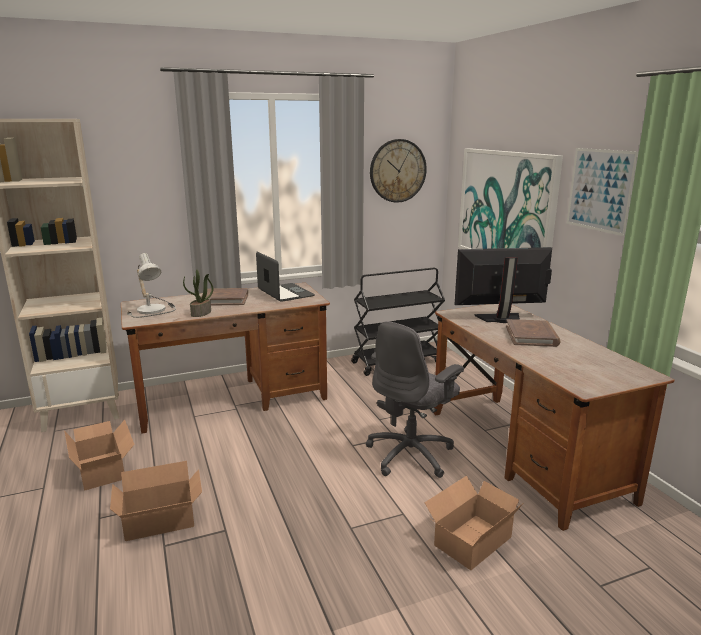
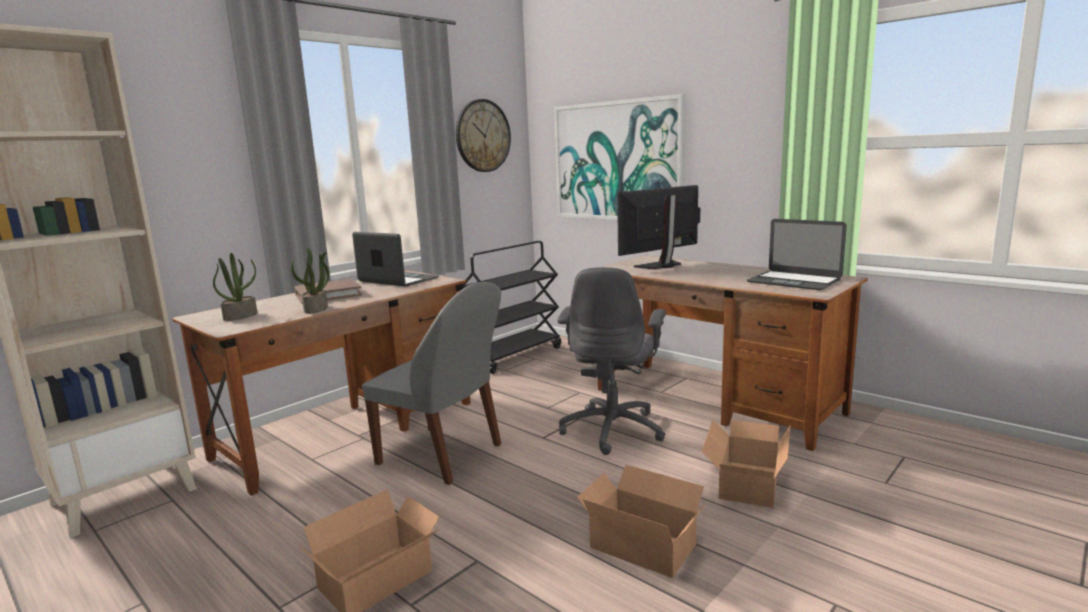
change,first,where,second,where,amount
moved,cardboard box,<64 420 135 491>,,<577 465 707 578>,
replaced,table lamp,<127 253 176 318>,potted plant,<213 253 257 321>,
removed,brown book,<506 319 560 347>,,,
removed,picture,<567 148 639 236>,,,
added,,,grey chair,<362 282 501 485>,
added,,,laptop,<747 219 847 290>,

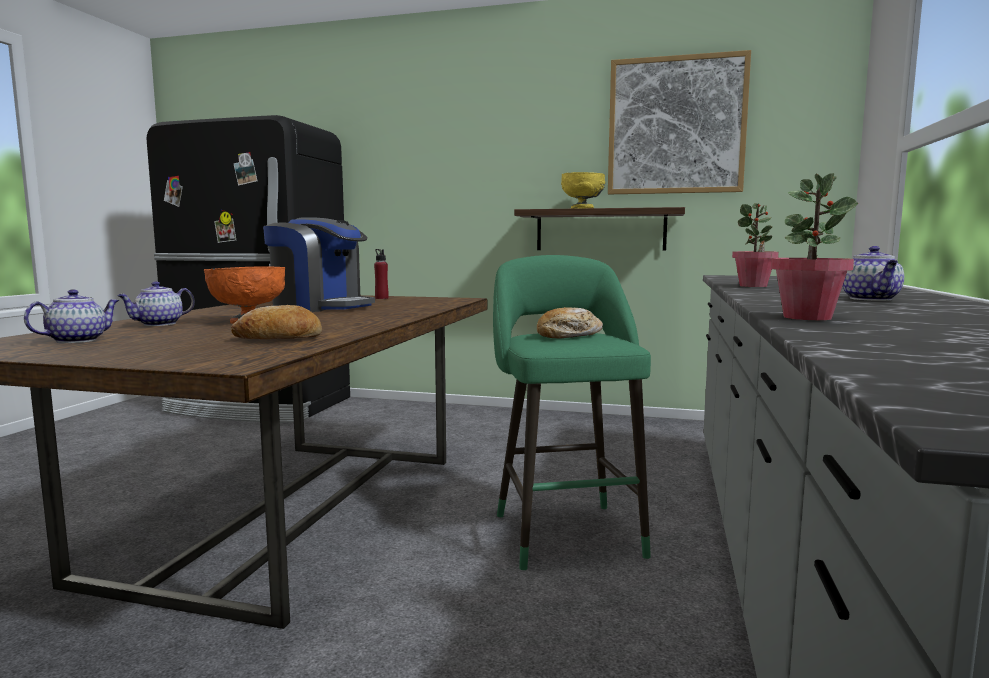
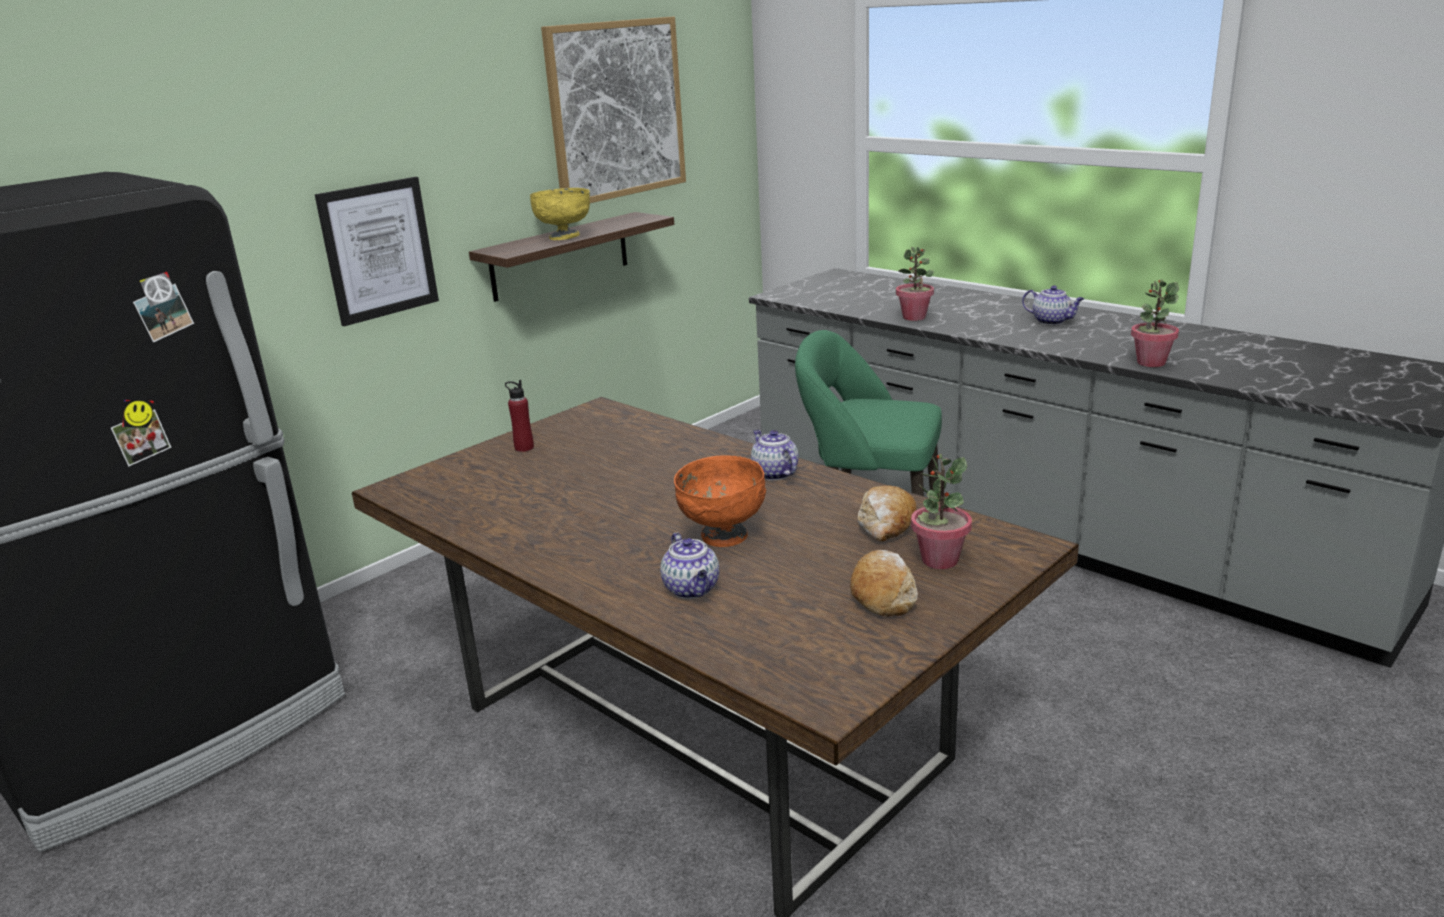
change,first,where,second,where,amount
moved,teapot,<24 289 119 343>,,<751 430 799 480>,
removed,coffee machine,<263 217 375 312>,,,
moved,bread,<537 307 603 339>,,<850 550 918 617>,
added,,,picture,<315 177 439 326>,
added,,,potted plant,<911 454 972 569>,

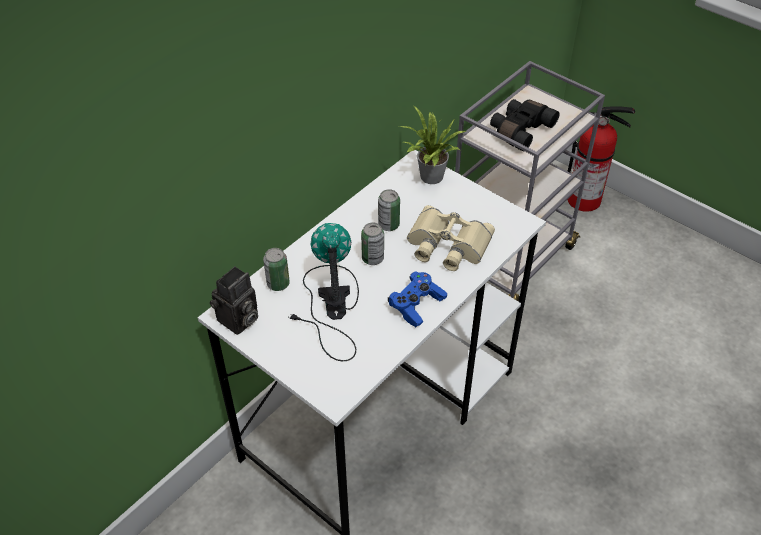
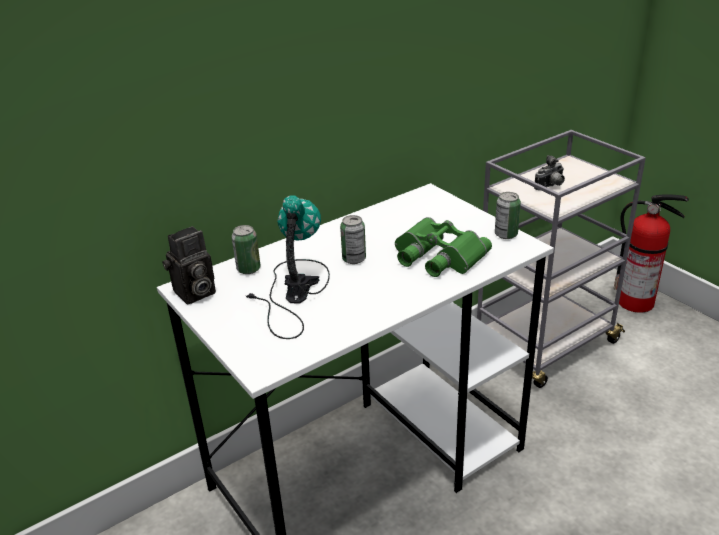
change,first,where,second,where,amount
moved,can,<378 189 400 231>,,<495 192 521 239>,
removed,blue game controller,<388 271 447 327>,,,
removed,potted plant,<401 105 466 184>,,,
recoloured,beige binoculars,<407 205 495 271>,green binoculars,<395 217 492 277>,
replaced,black binoculars,<490 99 560 152>,photo camera,<534 155 565 190>,

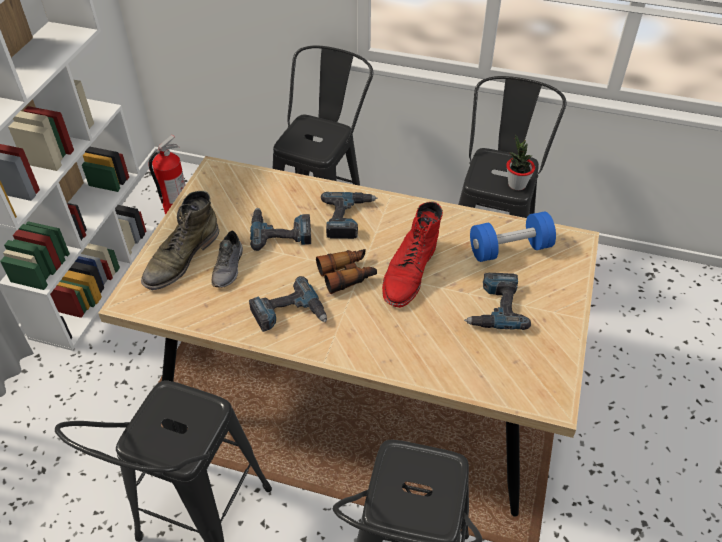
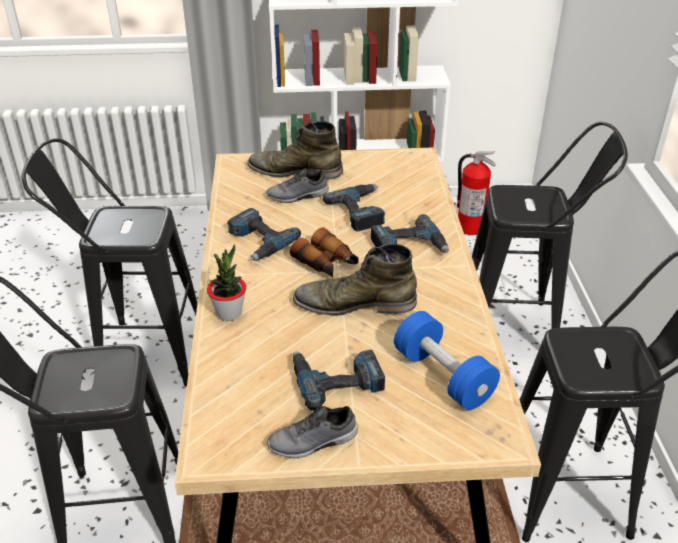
change,first,where,second,where,amount
recoloured,red boot,<382 201 443 308>,green boot,<293 244 417 316>,
moved,potted plant,<506 135 535 190>,,<207 244 246 321>,
added,,,grey shoe,<267 406 358 458>,

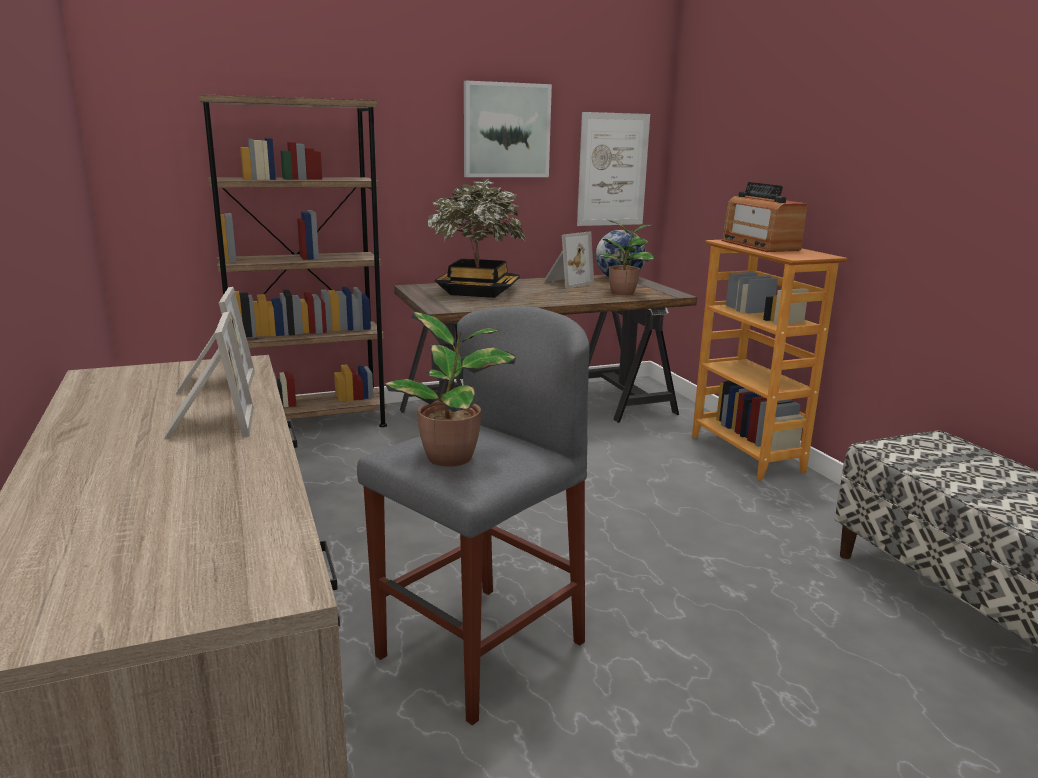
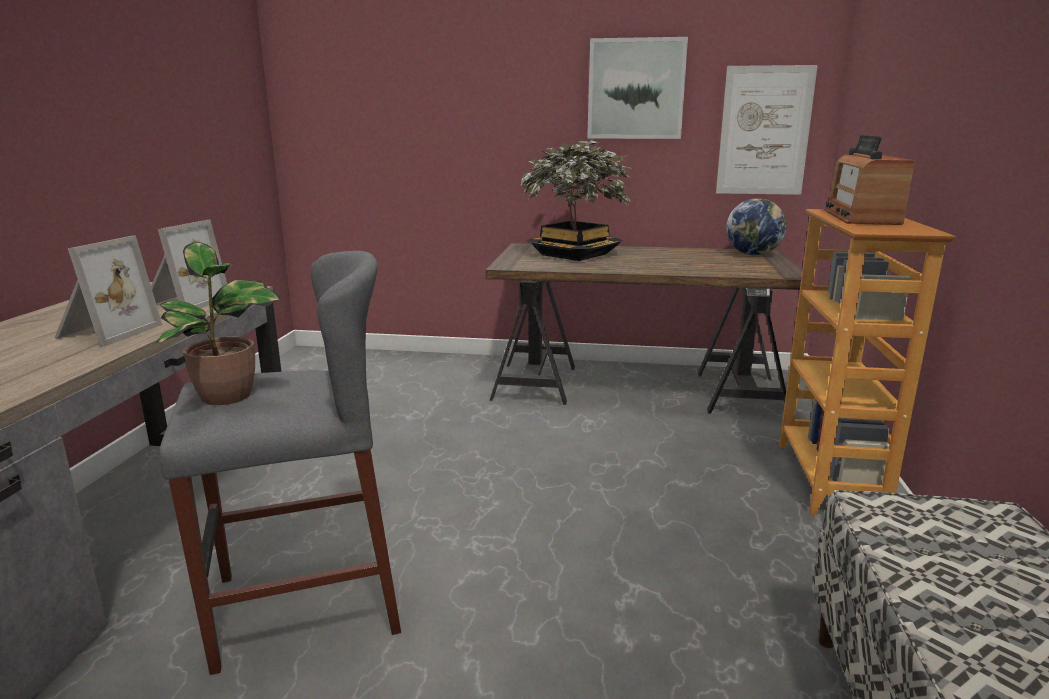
change,first,where,second,where,amount
removed,brown bookcase,<199 94 387 427>,,,
removed,picture frame,<543 231 594 289>,,,
removed,potted plant,<600 220 655 295>,,,

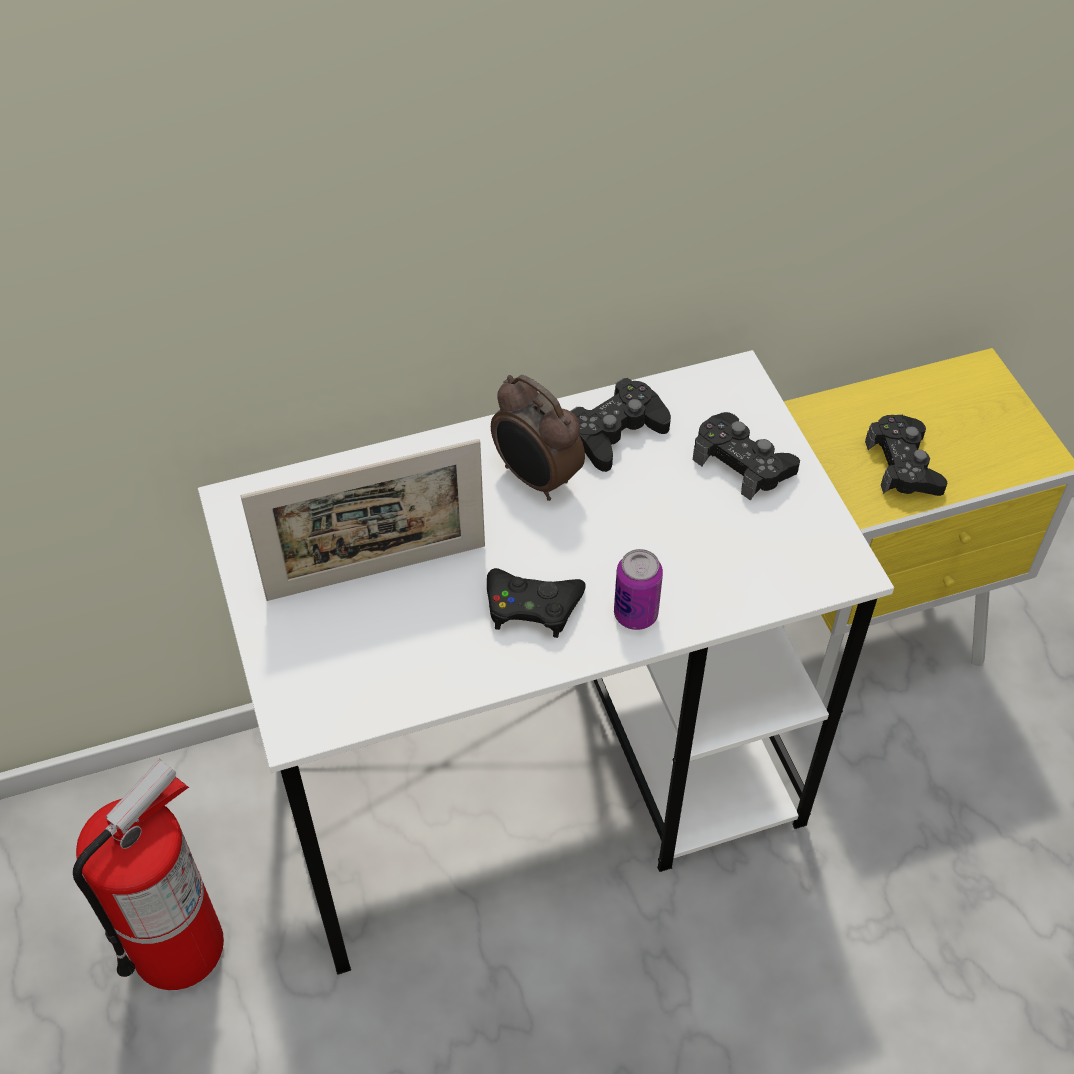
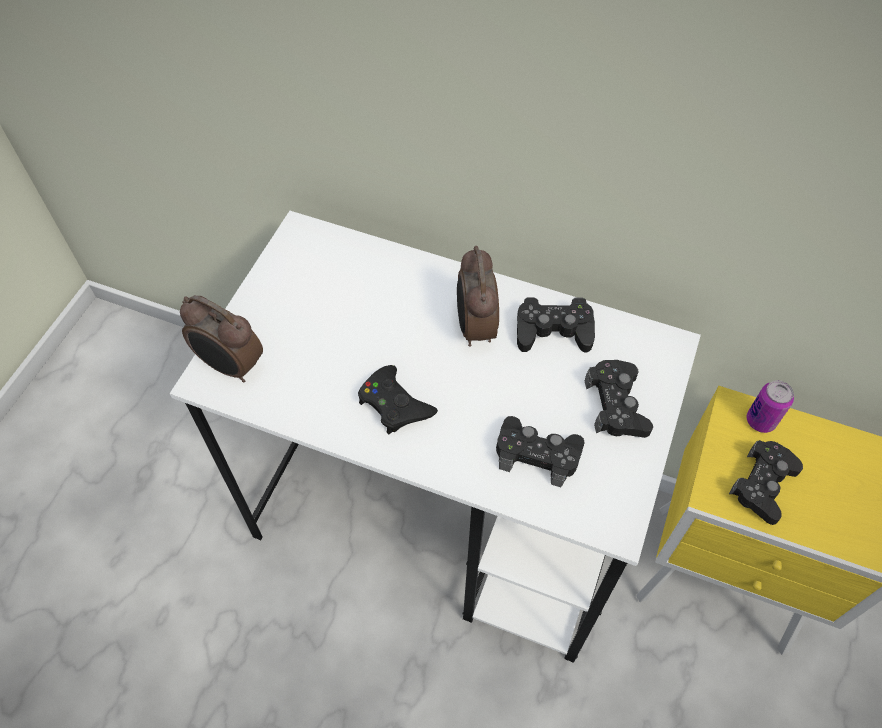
change,first,where,second,where,amount
removed,fire extinguisher,<73 759 224 990>,,,
removed,picture frame,<241 439 485 601>,,,
moved,can,<614 549 663 630>,,<747 380 794 433>,
added,,,alarm clock,<180 295 263 382>,
added,,,black game controller,<496 416 585 487>,

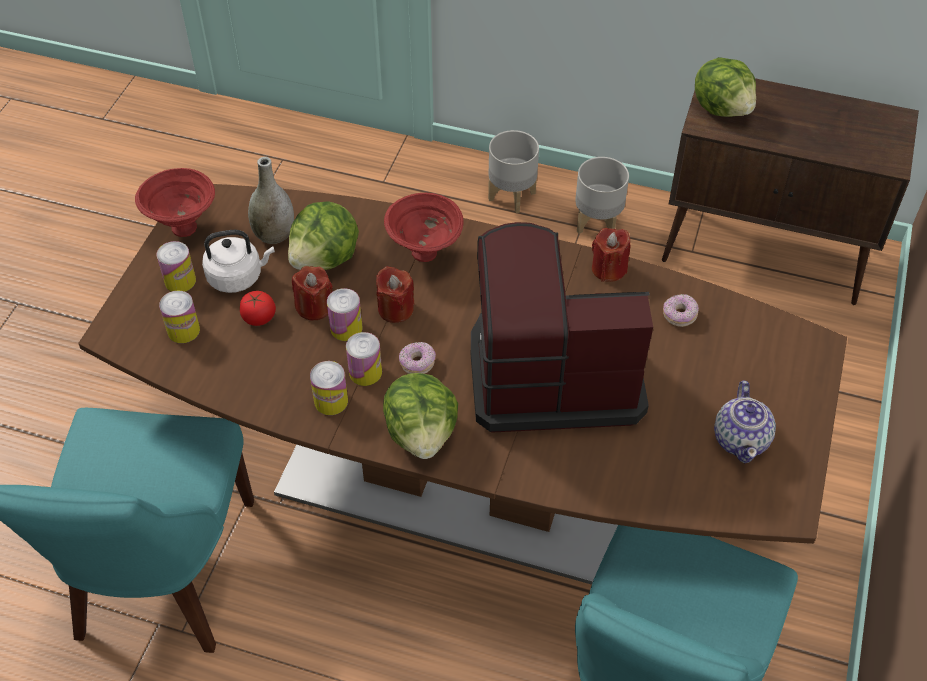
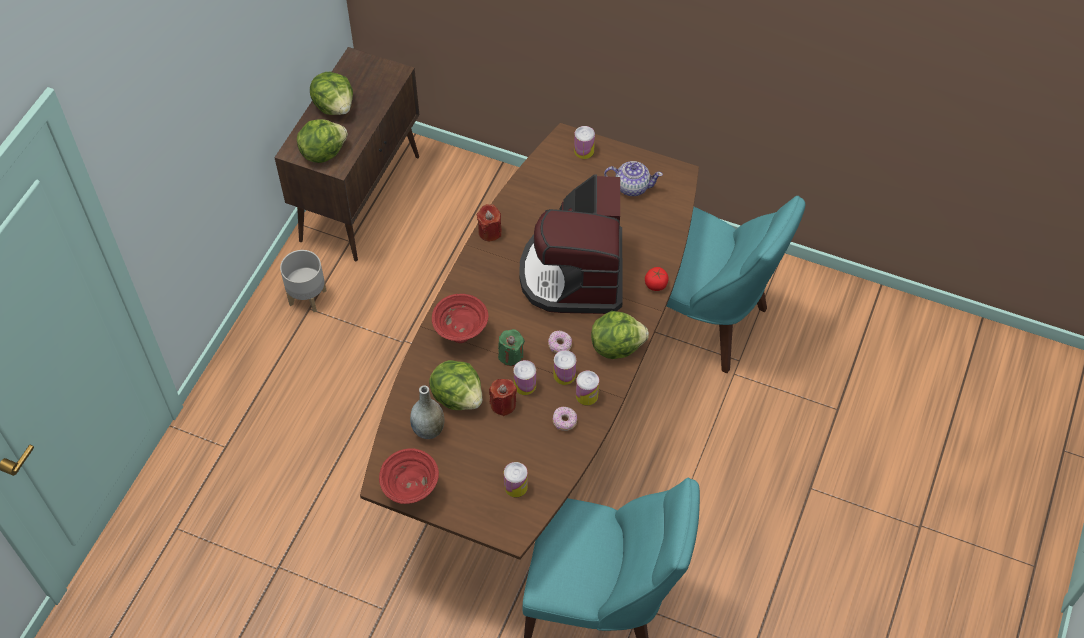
change,first,where,second,where,amount
moved,can,<157 241 196 292>,,<574 126 595 159>,
removed,white kettle,<202 230 275 293>,,,
moved,tomato,<240 291 276 326>,,<645 267 669 291>,
recoloured,red candle,<376 266 414 323>,green candle,<498 329 525 366>,
removed,grey planter,<488 130 539 213>,,,
moved,donut,<663 294 699 327>,,<553 407 577 431>,
added,,,lettuce,<310 72 353 115>,

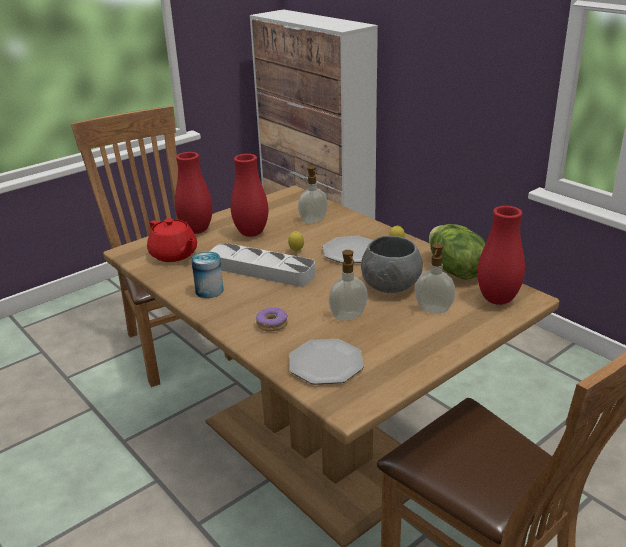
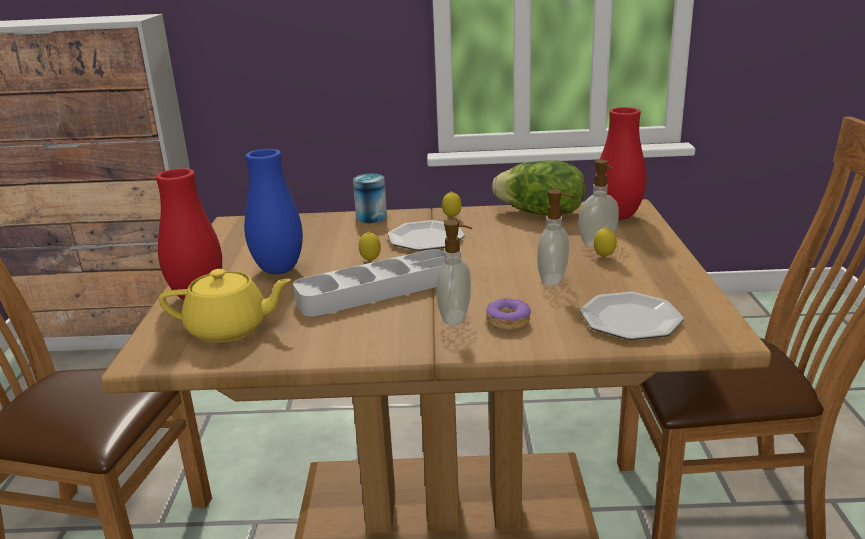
change,first,where,second,where,amount
recoloured,red teapot,<147 218 197 262>,yellow teapot,<159 269 292 342>,
moved,can,<191 252 224 298>,,<353 174 387 224>,
recoloured,red vase,<231 154 268 237>,blue vase,<244 149 303 274>,
moved,soap dispenser,<298 166 328 224>,,<436 220 472 325>,
removed,grey bowl,<361 236 423 293>,,,
added,,,lemon,<594 227 617 258>,

